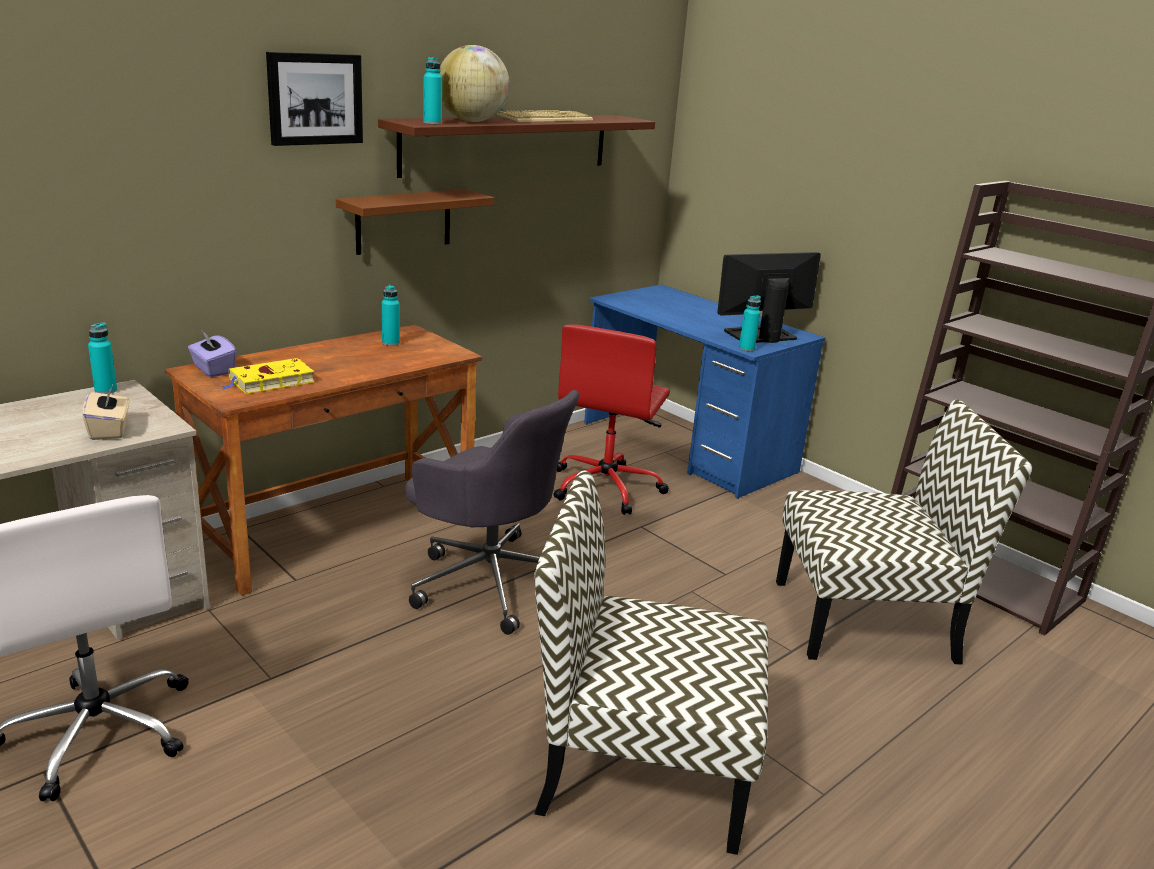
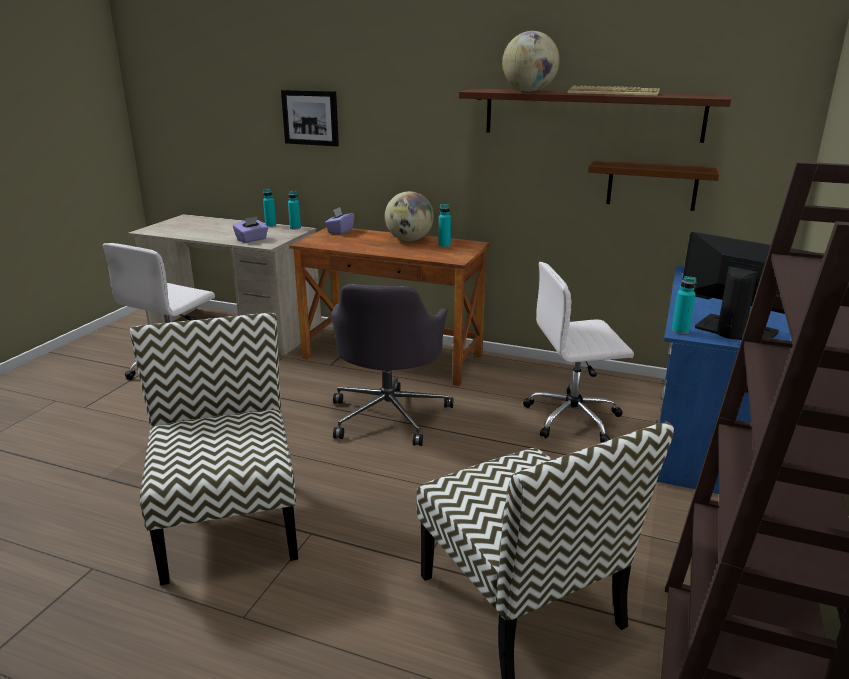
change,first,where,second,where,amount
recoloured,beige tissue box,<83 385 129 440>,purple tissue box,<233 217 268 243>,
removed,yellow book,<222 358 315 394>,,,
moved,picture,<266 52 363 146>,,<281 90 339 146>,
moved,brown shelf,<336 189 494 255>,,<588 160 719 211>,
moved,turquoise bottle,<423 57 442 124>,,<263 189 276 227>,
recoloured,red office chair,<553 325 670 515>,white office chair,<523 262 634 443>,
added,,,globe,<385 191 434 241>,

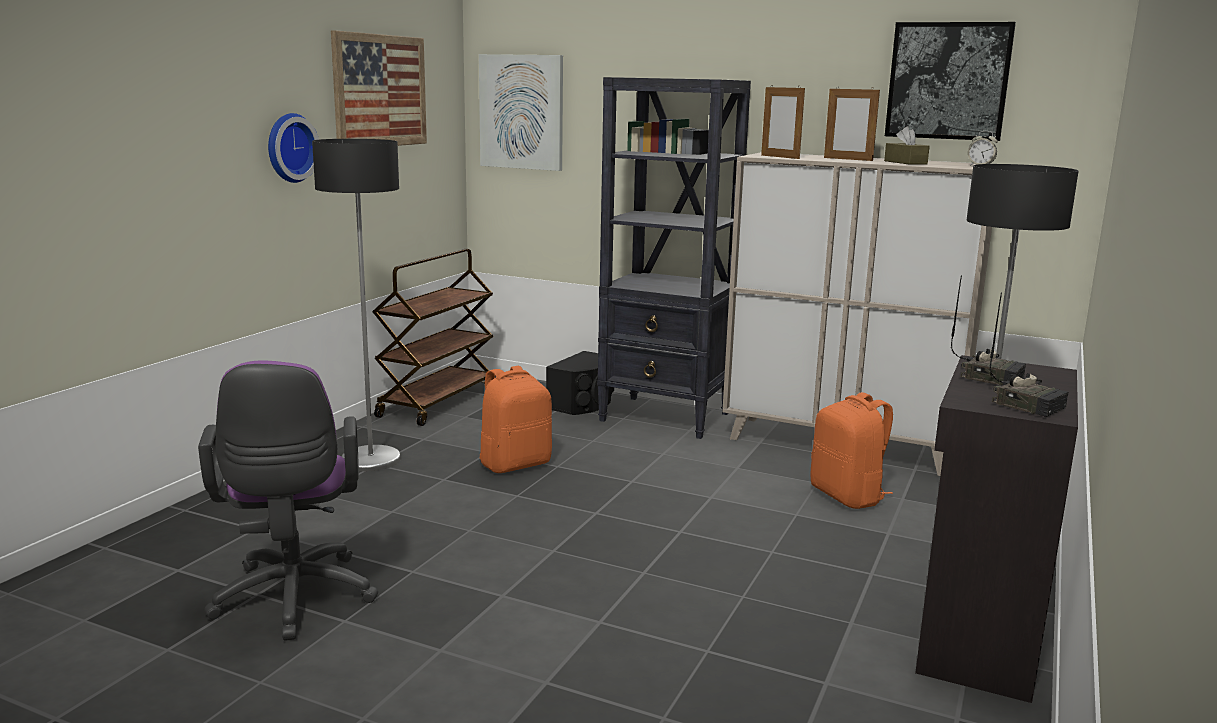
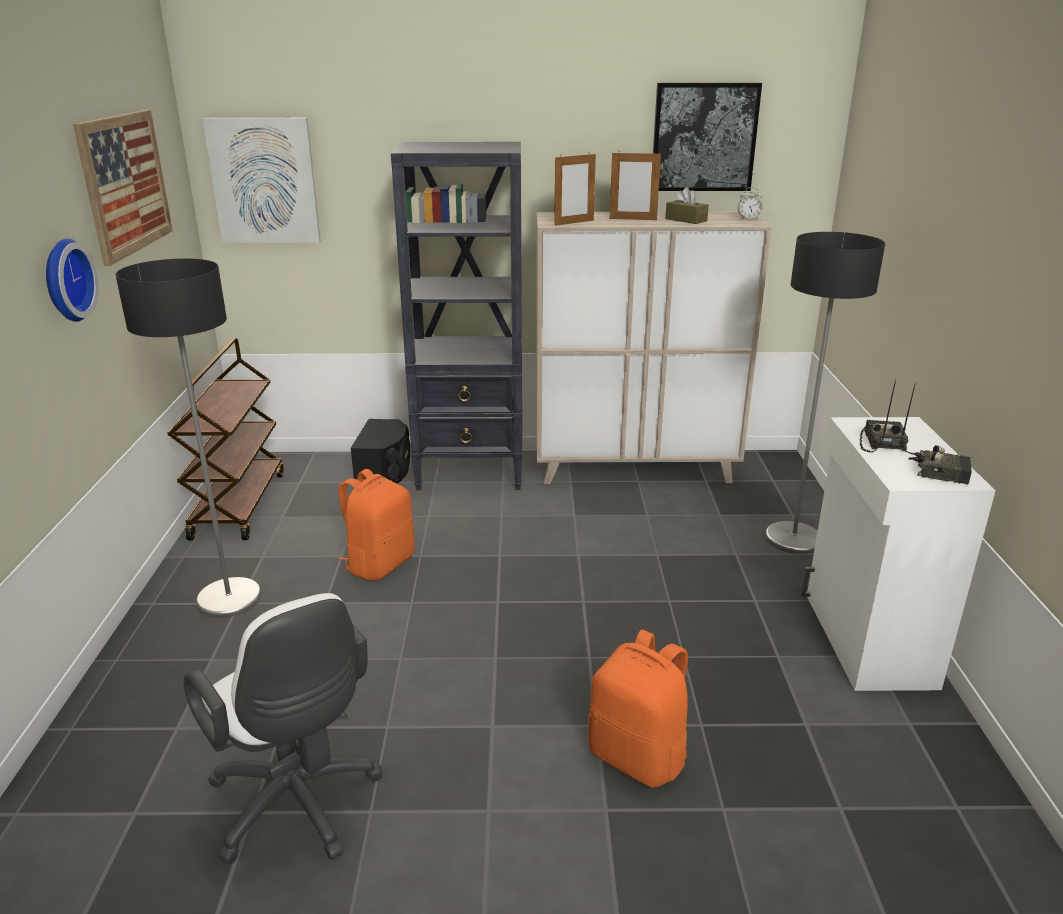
change,first,where,second,where,amount
recoloured,purple office chair,<198 361 378 641>,white office chair,<183 593 383 864>,
turned,picture frame,<761 85 805 159>,,<554 153 596 226>,60 degrees counterclockwise
moved,orange backpack,<811 392 893 509>,,<588 630 688 787>,
recoloured,black cabinet,<915 355 1078 703>,white cabinet,<800 417 996 691>,
turned,radio,<951 276 1026 386>,,<860 379 909 453>,90 degrees counterclockwise

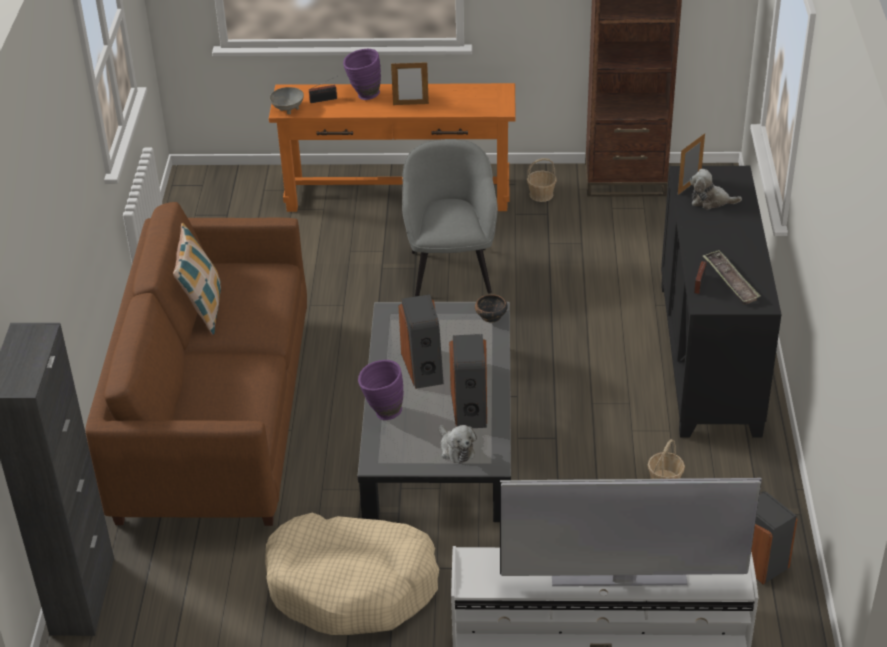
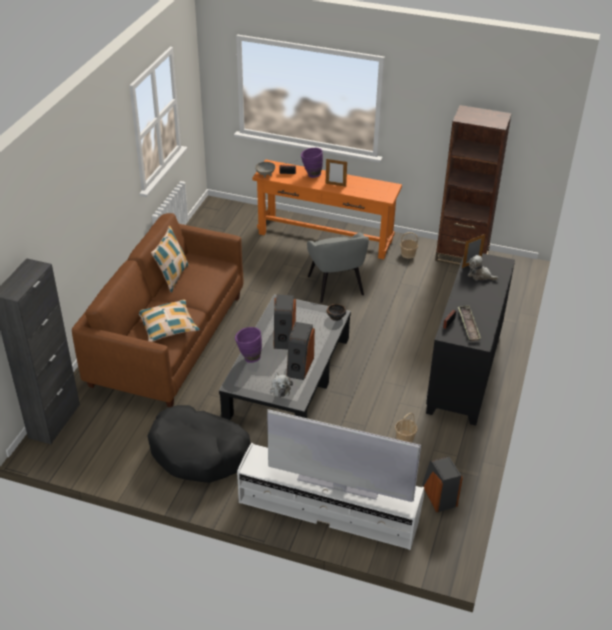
change,first,where,second,where,amount
recoloured,beige dog bed,<265 513 439 635>,black dog bed,<147 405 251 483>,
turned,grey armchair,<402 139 498 297>,,<307 232 369 303>,150 degrees clockwise
added,,,pillow,<139 300 200 342>,

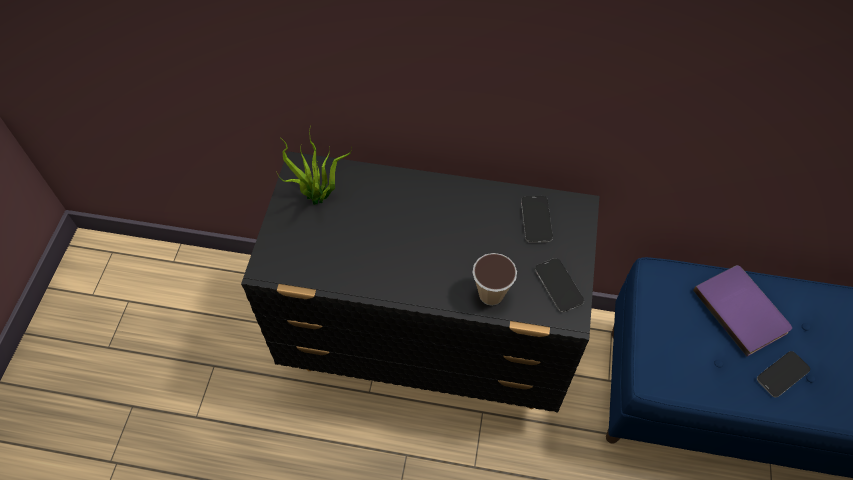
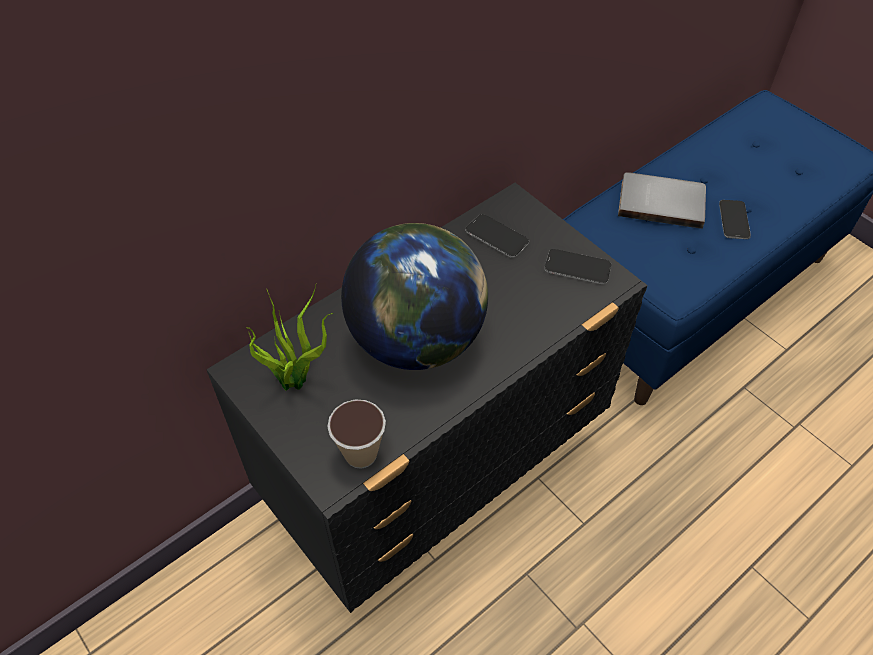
change,first,where,second,where,amount
moved,cup,<472 253 517 306>,,<327 399 386 469>,
recoloured,purple book,<693 265 792 357>,grey book,<618 172 706 229>,
added,,,globe,<341 223 488 370>,

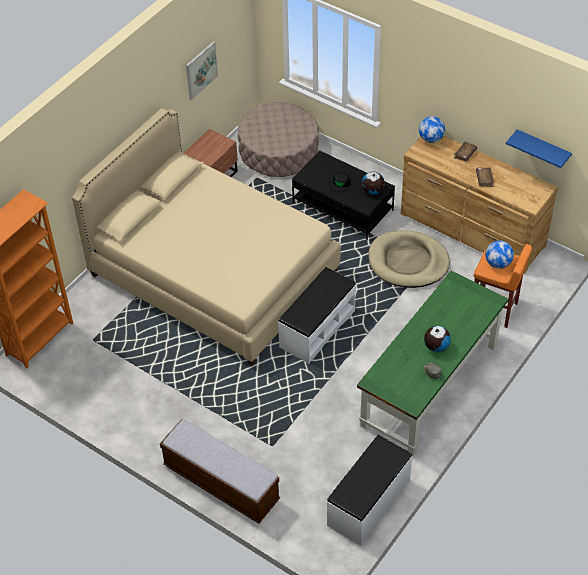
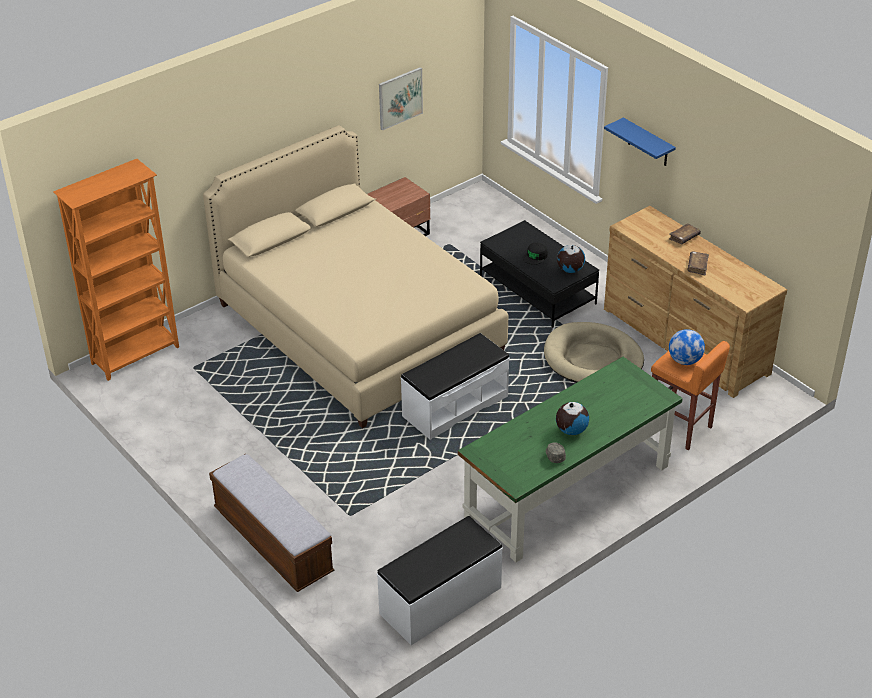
change,first,where,second,where,amount
removed,beige ottoman,<237 102 319 177>,,,
removed,globe,<419 116 445 143>,,,
moved,blue shelf,<506 129 572 168>,,<604 117 676 166>,

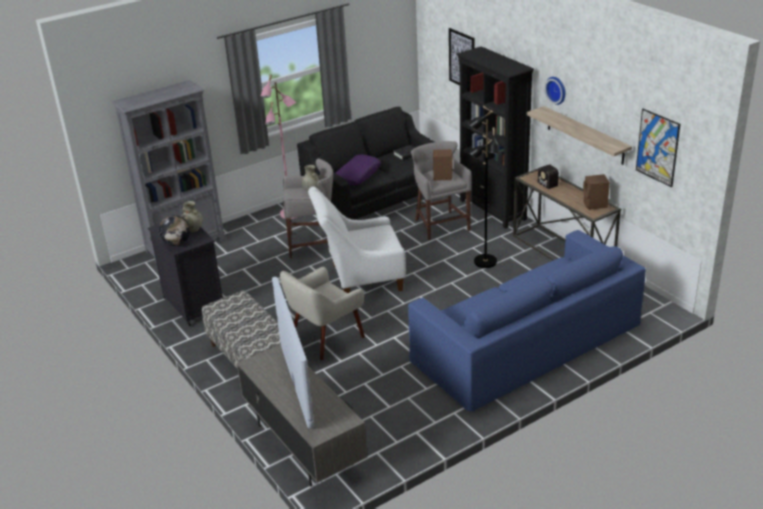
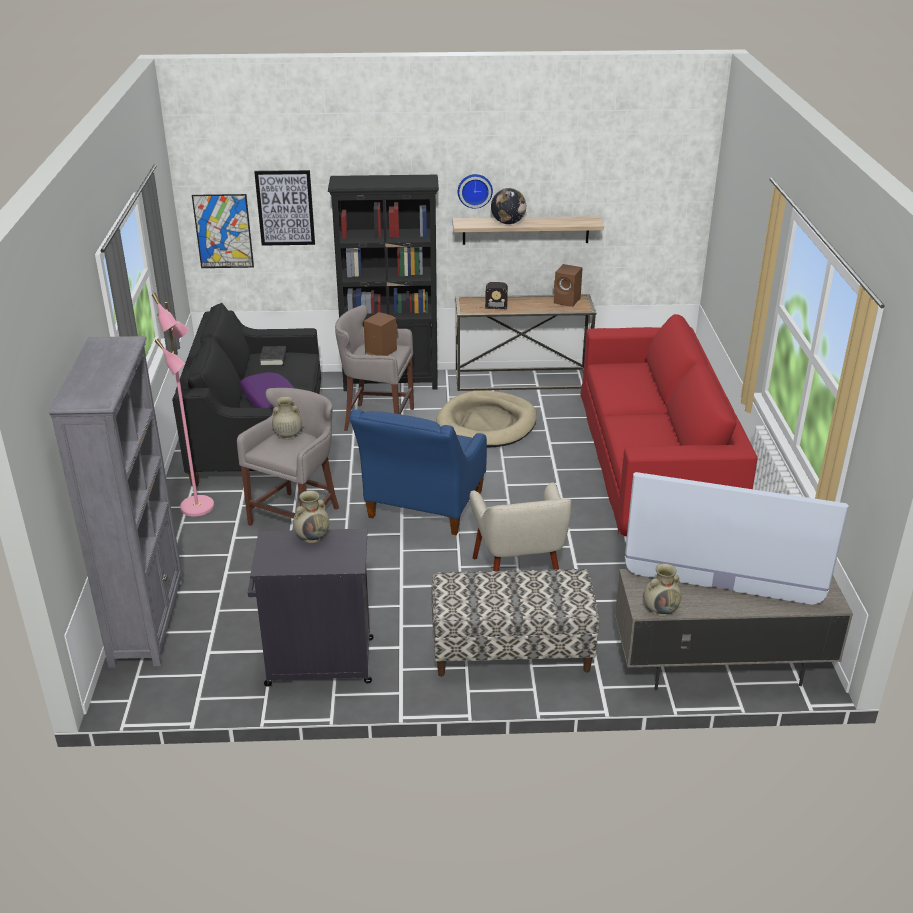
change,first,where,second,where,amount
moved,globe,<159 215 190 246>,,<491 188 526 224>,
recoloured,white armchair,<308 187 406 293>,blue armchair,<350 409 487 535>,
recoloured,blue sofa,<408 230 646 412>,red sofa,<580 314 758 536>,
replaced,black floor lamp,<468 110 500 268>,beige dog bed,<436 390 537 447>,
moved,picture,<636 109 680 187>,,<192 194 254 268>,
added,,,beige vase,<644 563 681 617>,

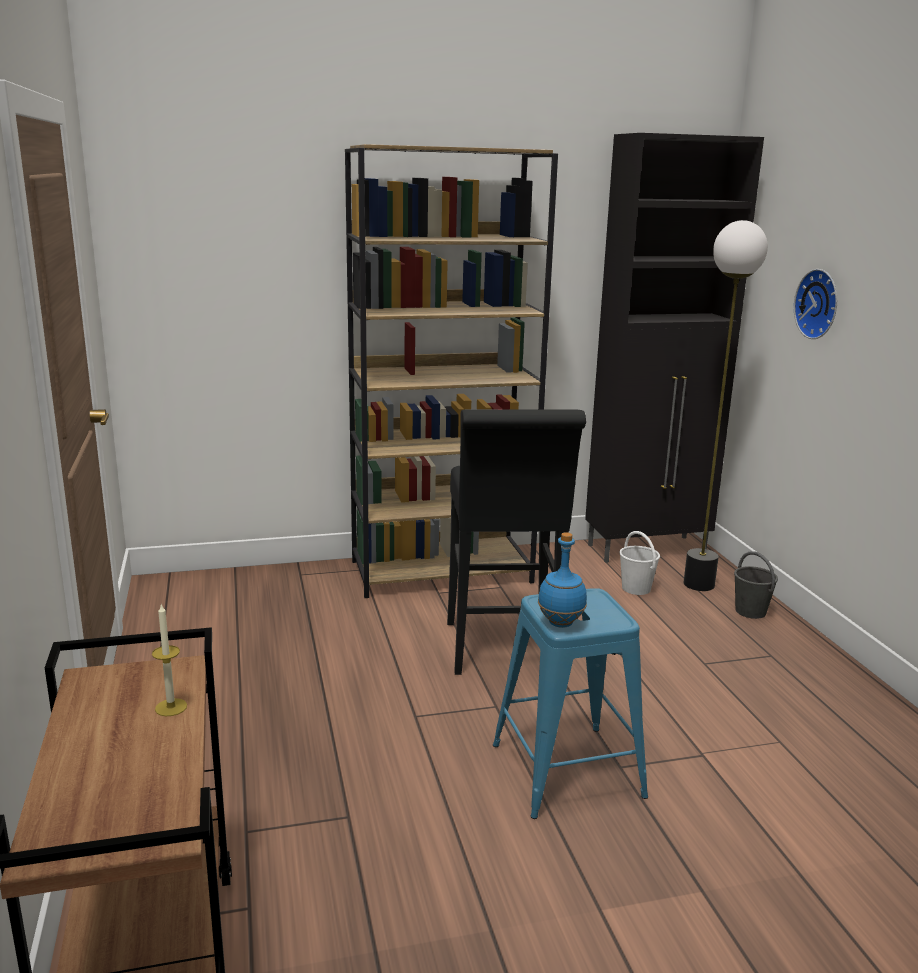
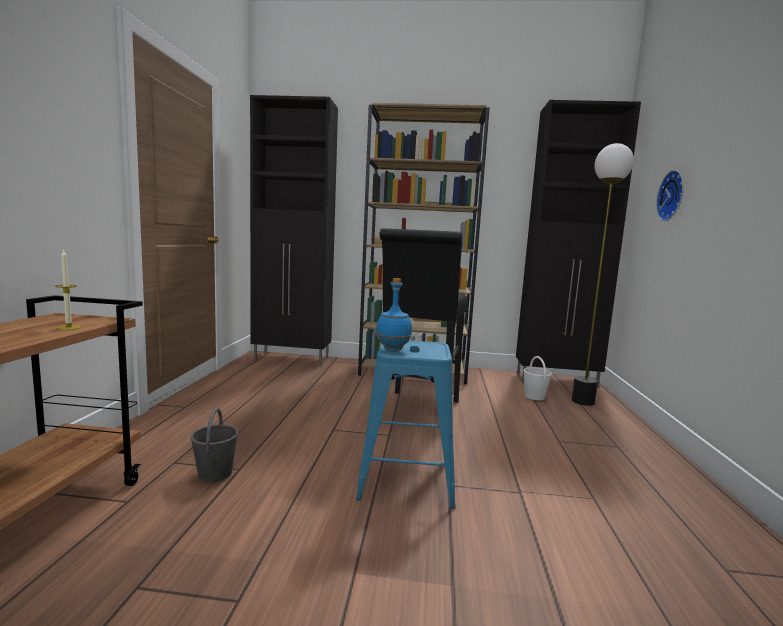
change,first,where,second,where,amount
moved,grey bucket,<734 551 778 619>,,<190 408 238 482>,
added,,,black cabinet,<250 95 338 365>,

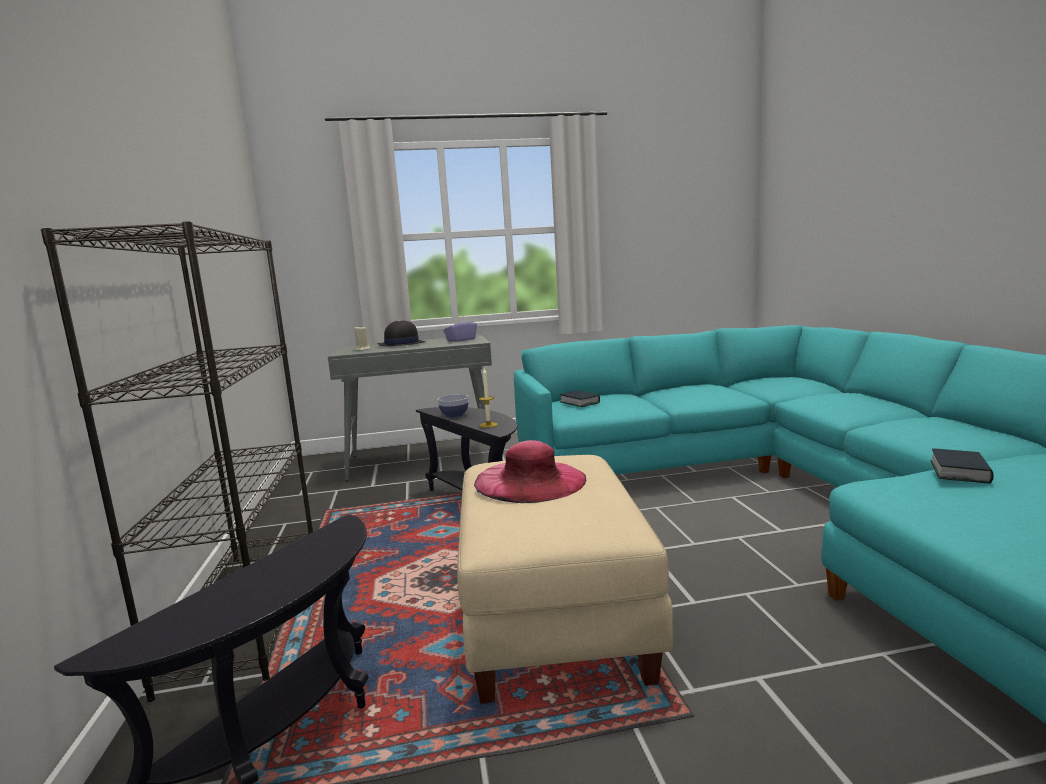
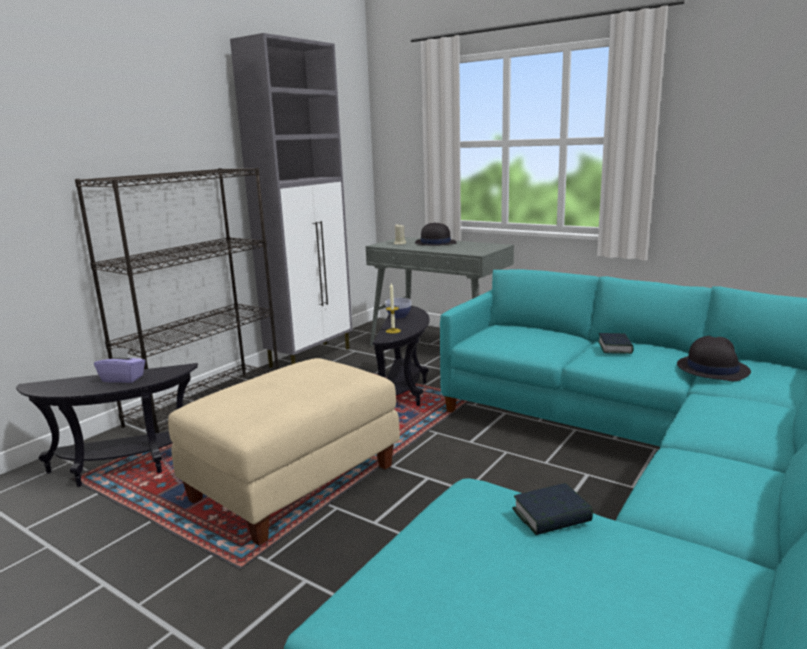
change,first,where,second,where,amount
moved,purple tissue box,<443 316 477 342>,,<94 347 146 383>,
removed,pink hat,<474 440 587 503>,,,
moved,book,<560 391 600 407>,,<598 333 634 354>,
added,,,grey cabinet,<230 33 352 368>,
added,,,black hat,<677 336 751 381>,

